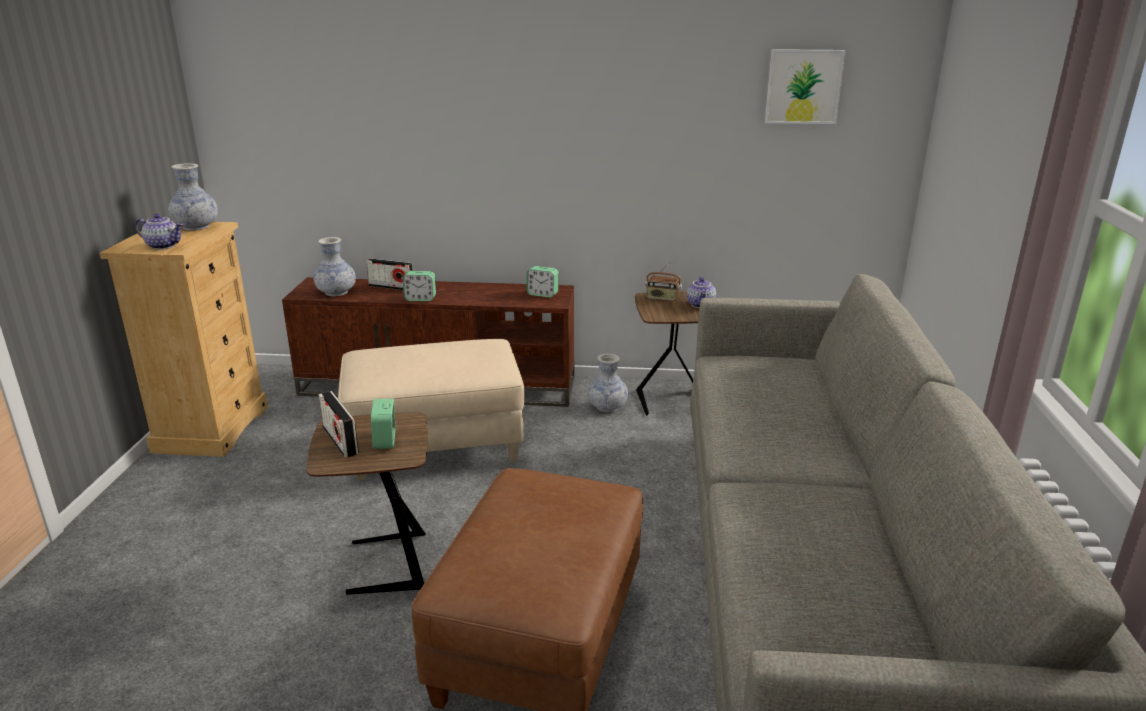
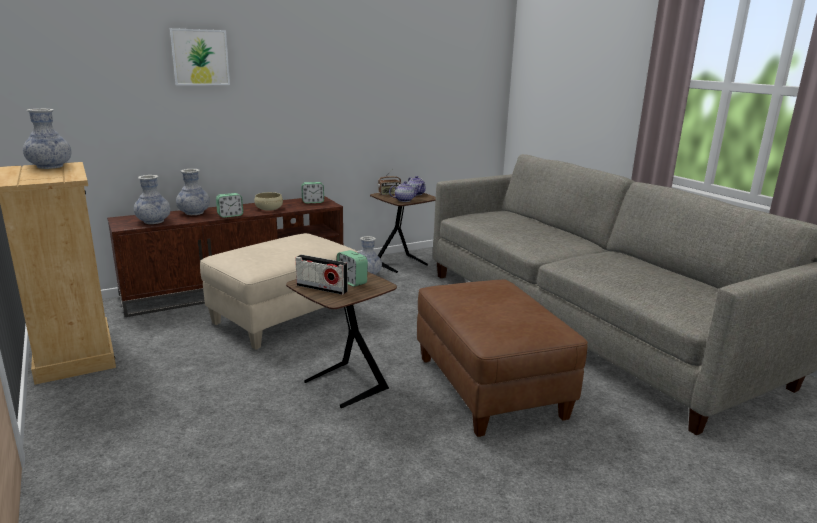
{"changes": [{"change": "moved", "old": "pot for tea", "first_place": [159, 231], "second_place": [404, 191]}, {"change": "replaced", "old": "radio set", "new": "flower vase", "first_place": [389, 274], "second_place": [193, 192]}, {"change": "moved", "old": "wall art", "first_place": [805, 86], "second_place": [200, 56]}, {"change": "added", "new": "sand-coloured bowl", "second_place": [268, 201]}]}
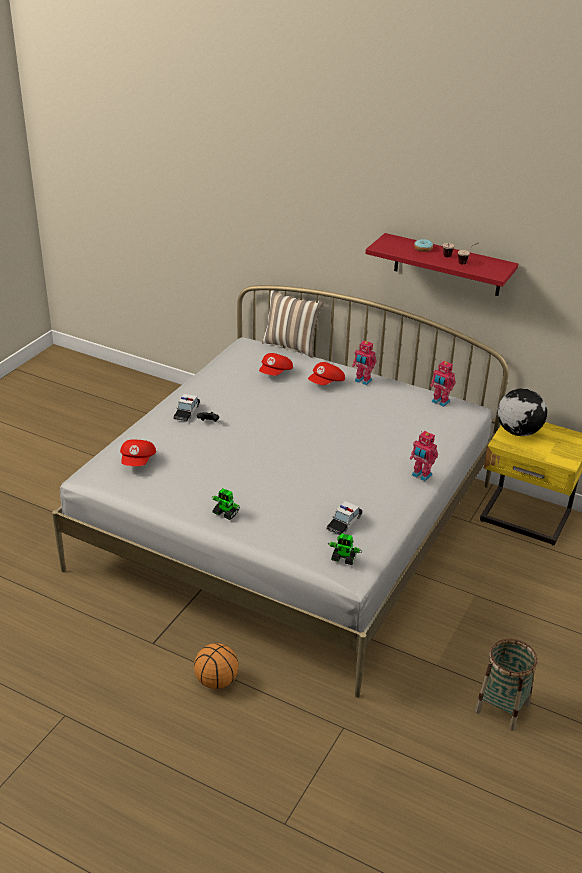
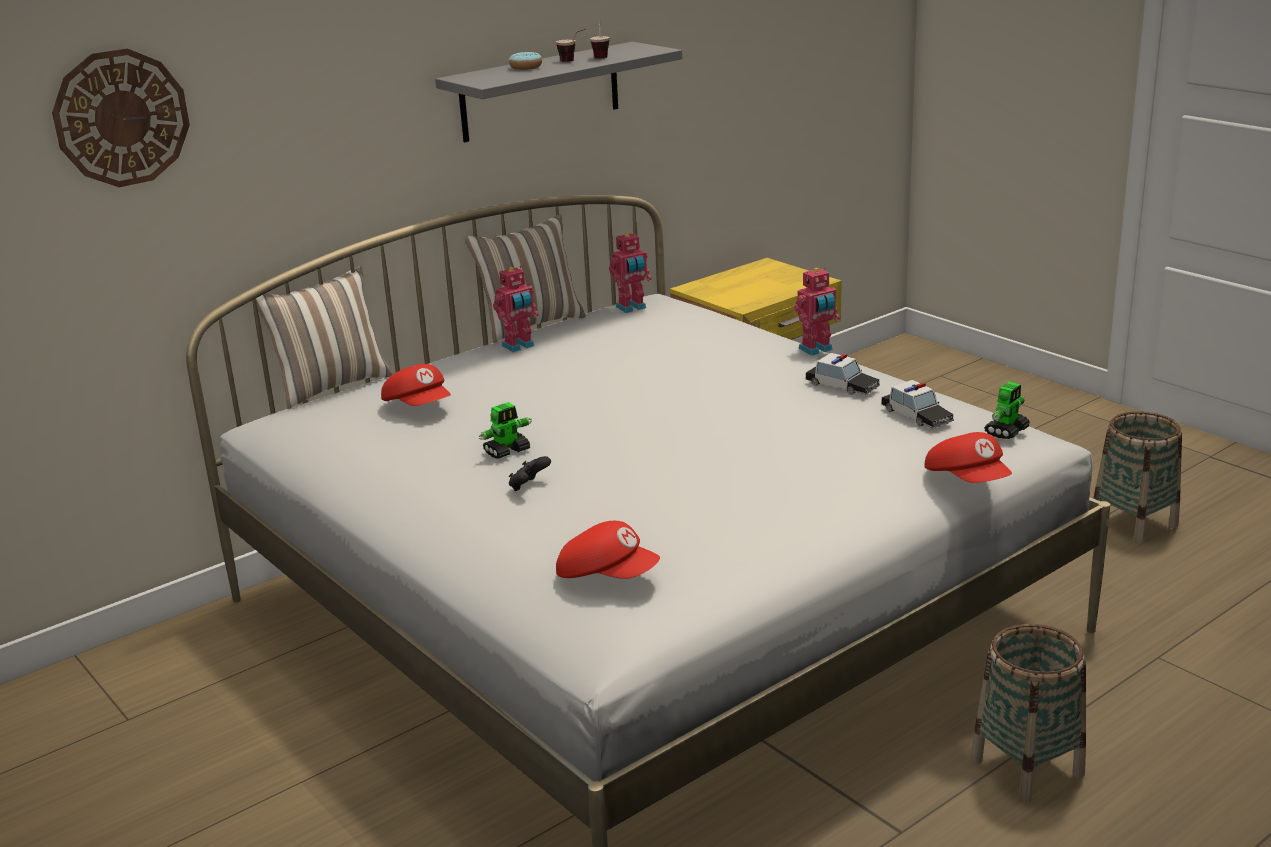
{"changes": [{"change": "moved", "old": "model car", "first_place": [186, 407], "second_place": [843, 374]}, {"change": "replaced", "old": "ball for basketball", "new": "household basket", "first_place": [216, 666], "second_place": [1028, 713]}, {"change": "moved", "old": "toy robot", "first_place": [226, 504], "second_place": [505, 430]}, {"change": "moved", "old": "red-coloured cap", "first_place": [326, 373], "second_place": [968, 457]}, {"change": "recoloured", "old": "red-coloured bracket shelf", "new": "gray bracket shelf", "first_place": [441, 264], "second_place": [558, 92]}, {"change": "removed", "old": "globe", "first_place": [522, 412]}, {"change": "added", "new": "hanging clock", "second_place": [121, 117]}, {"change": "added", "new": "pillow", "second_place": [524, 278]}]}
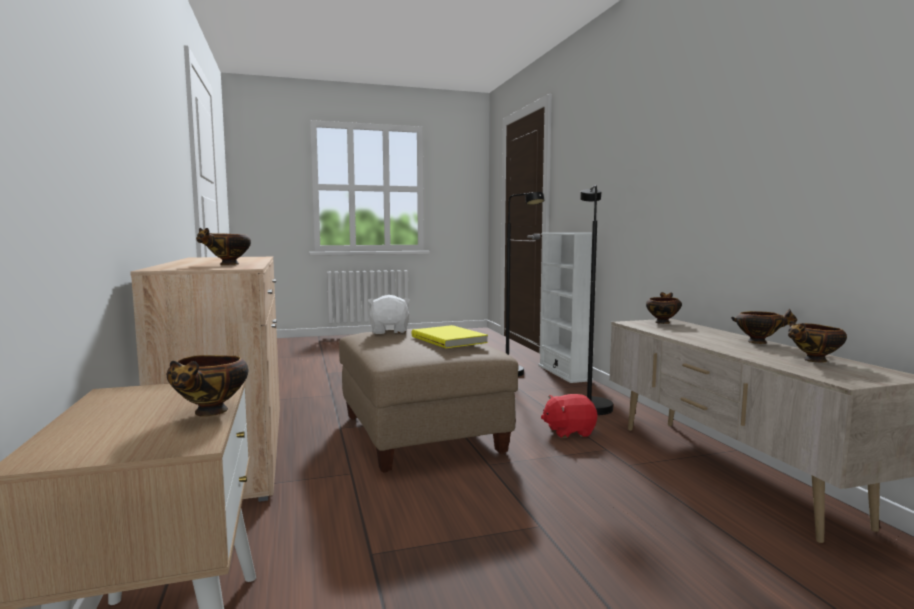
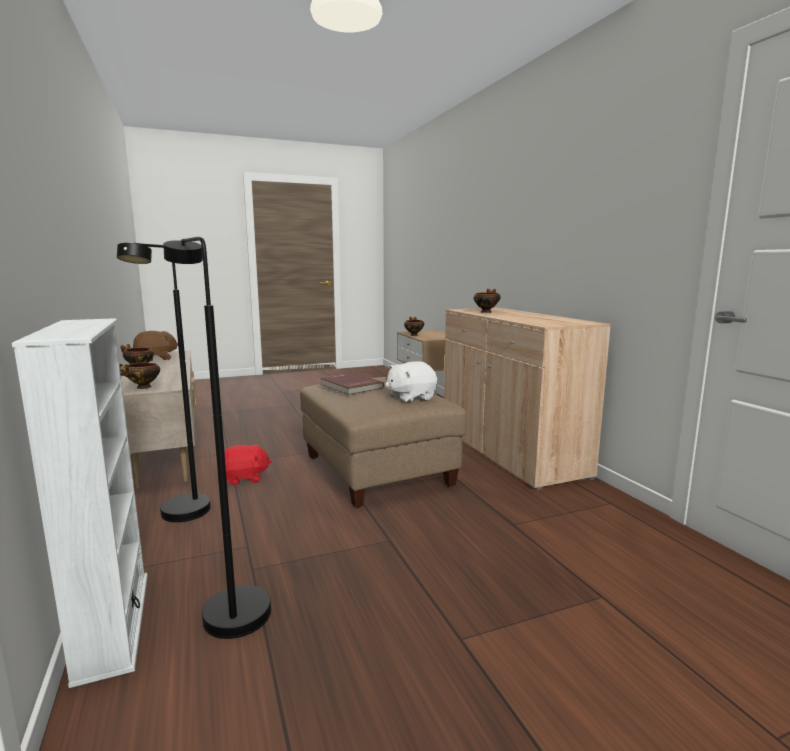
{"changes": [{"change": "turned", "old": "white cuddly toy", "first_place": [389, 314], "second_place": [411, 382], "degrees": 75}, {"change": "recoloured", "old": "yellow bound book", "new": "red-coloured bound book", "first_place": [449, 336], "second_place": [352, 384]}, {"change": "replaced", "old": "bowl", "new": "brown-coloured cuddly toy", "first_place": [817, 341], "second_place": [155, 346]}]}
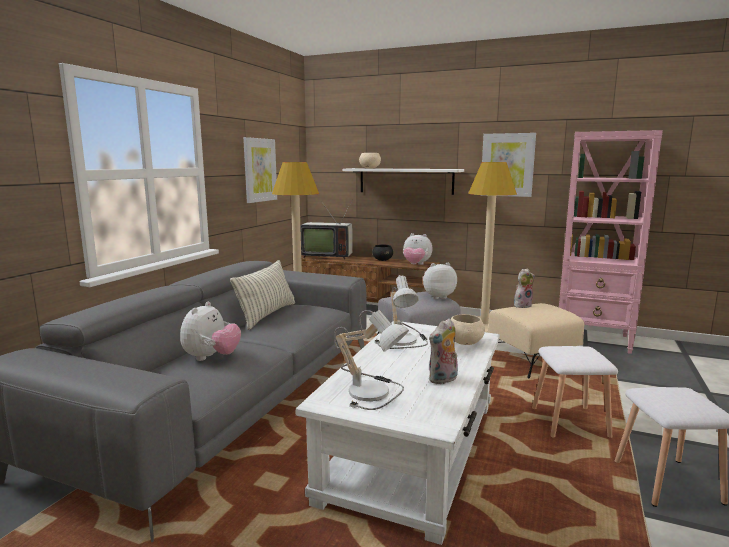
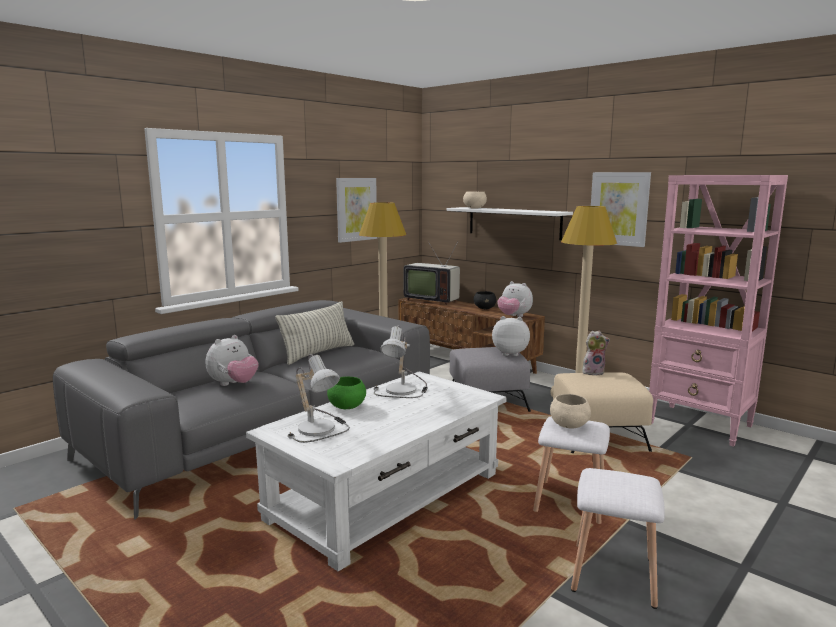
{"changes": [{"change": "removed", "old": "cuddly toy", "first_place": [443, 351]}, {"change": "moved", "old": "sand-coloured bowl", "first_place": [468, 329], "second_place": [570, 411]}, {"change": "added", "new": "green-coloured bowl", "second_place": [346, 393]}]}
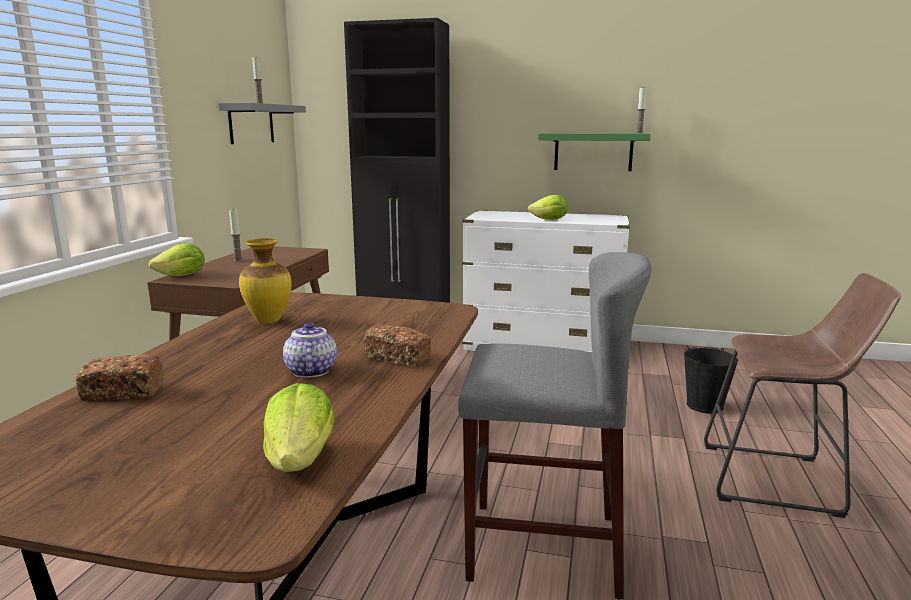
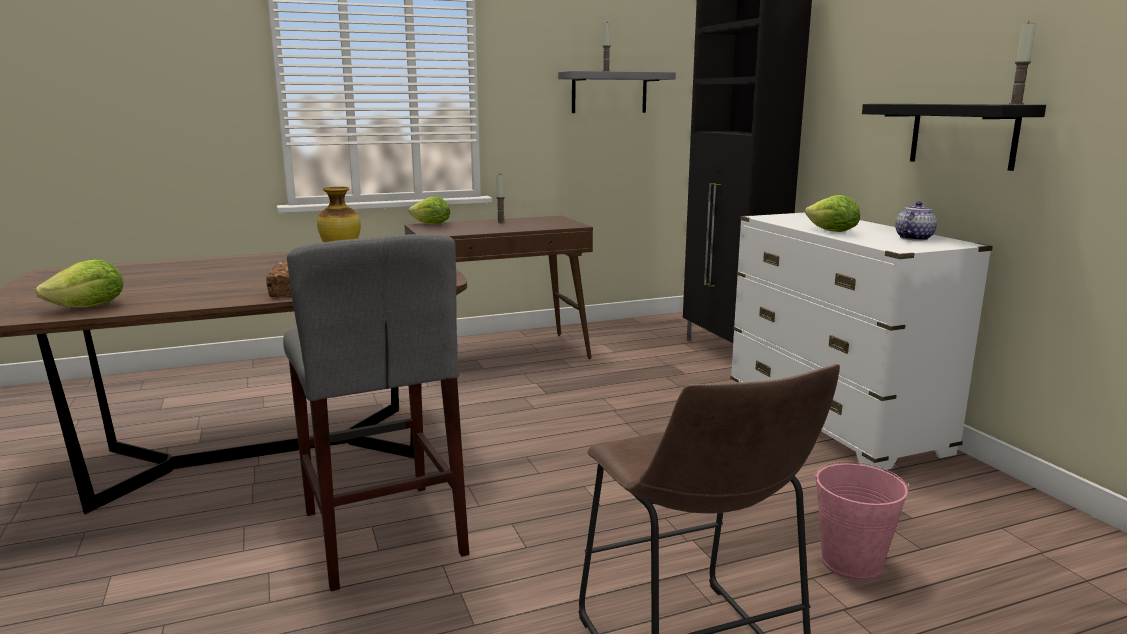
{"changes": [{"change": "removed", "old": "bakery bread", "first_place": [119, 377]}, {"change": "moved", "old": "pot for tea", "first_place": [310, 350], "second_place": [916, 221]}, {"change": "recoloured", "old": "green-coloured bracket shelf", "new": "black bracket shelf", "first_place": [595, 152], "second_place": [954, 137]}, {"change": "recoloured", "old": "black pail", "new": "pinkish pail", "first_place": [711, 380], "second_place": [862, 521]}]}
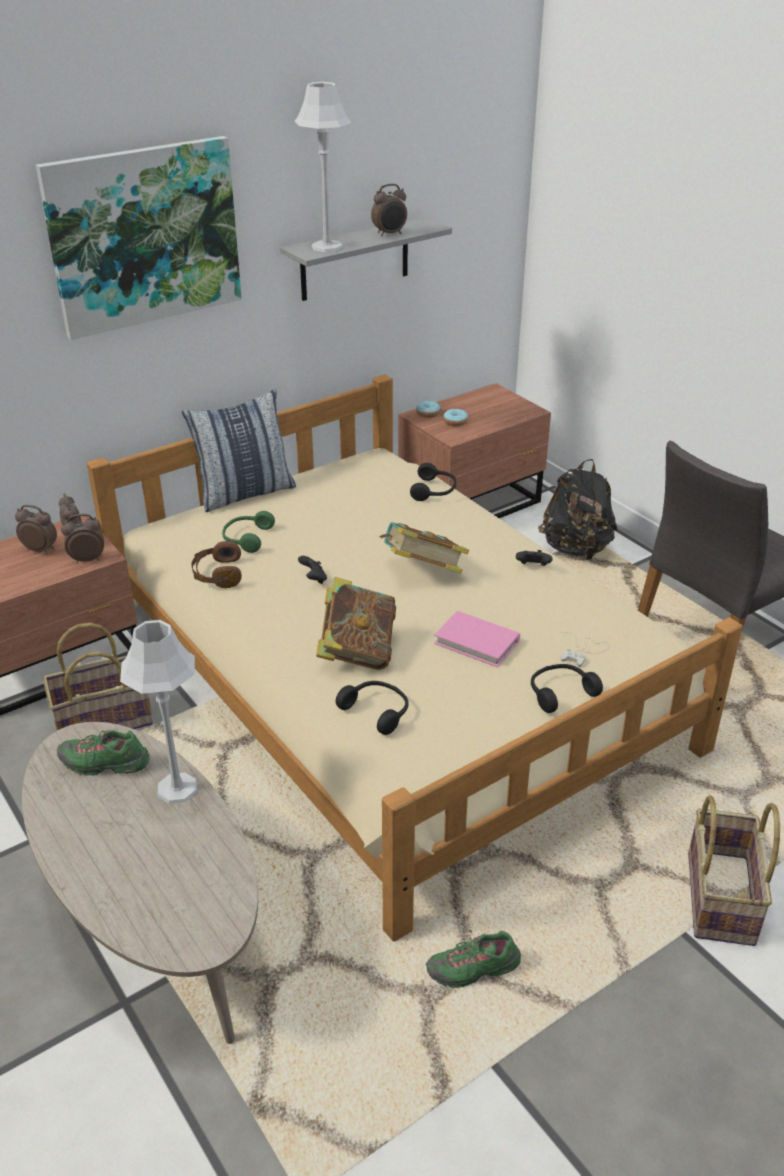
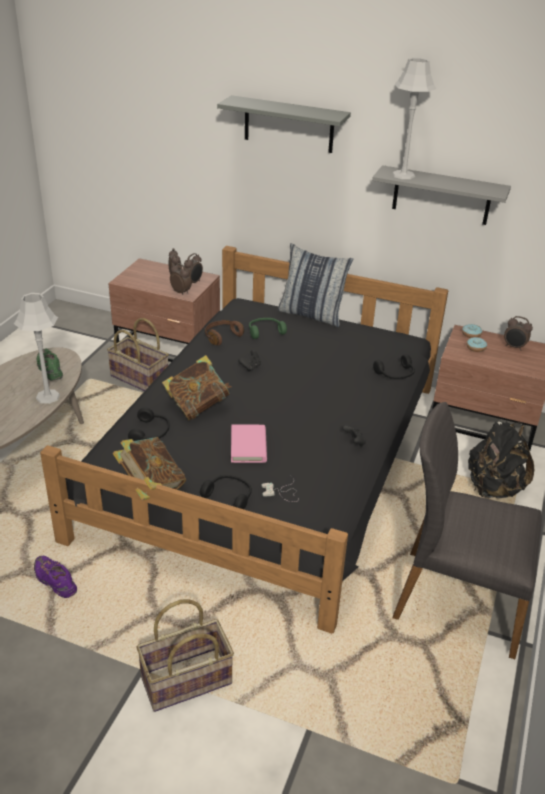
{"changes": [{"change": "replaced", "old": "wall art", "new": "gray bracket shelf", "first_place": [139, 238], "second_place": [284, 124]}, {"change": "recoloured", "old": "sand-coloured sleeping bed", "new": "black sleeping bed", "first_place": [415, 658], "second_place": [244, 440]}, {"change": "moved", "old": "alarm clock", "first_place": [389, 210], "second_place": [518, 333]}, {"change": "moved", "old": "bound book", "first_place": [424, 547], "second_place": [149, 469]}, {"change": "recoloured", "old": "green-coloured shoe", "new": "purple shoe", "first_place": [473, 959], "second_place": [55, 577]}]}
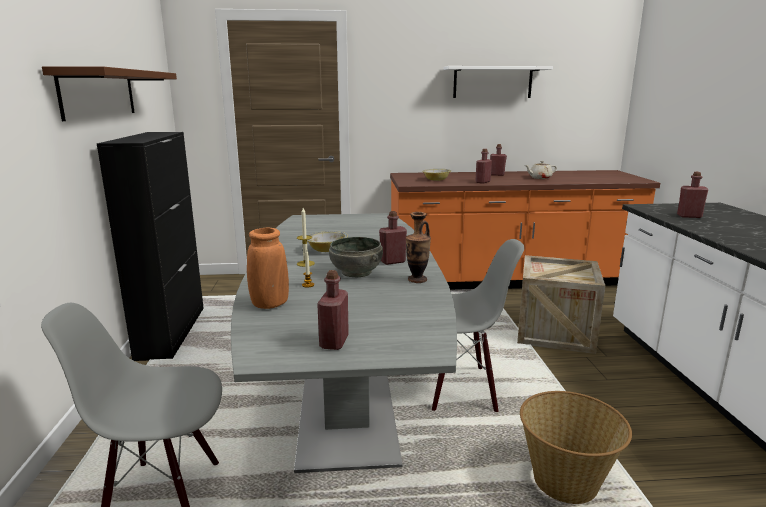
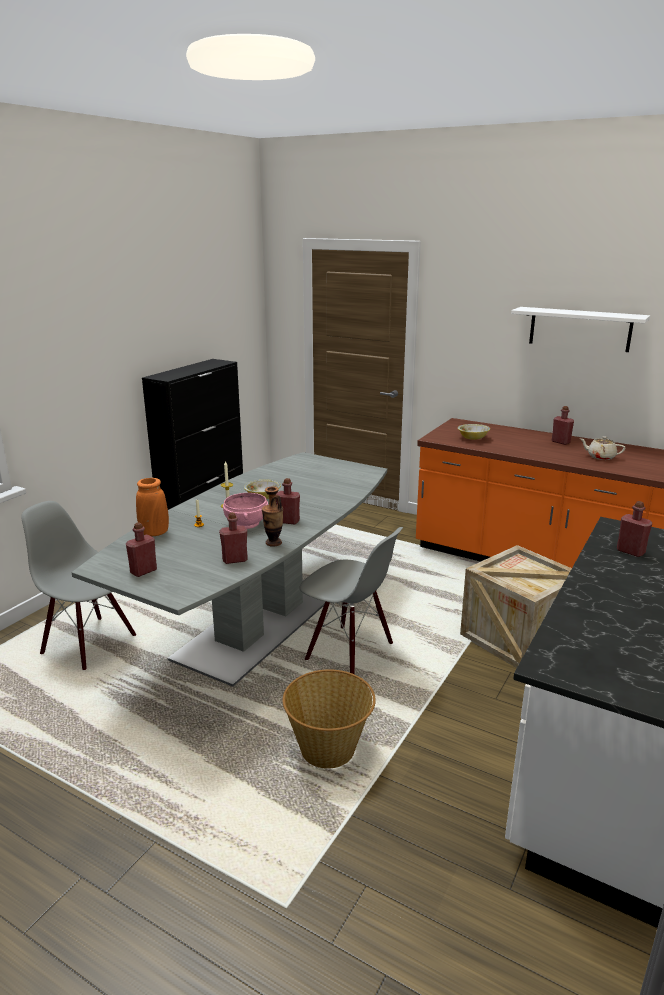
{"changes": [{"change": "removed", "old": "brown-coloured bracket shelf", "first_place": [109, 93]}, {"change": "recoloured", "old": "gray bowl", "new": "pinkish bowl", "first_place": [356, 257], "second_place": [245, 511]}, {"change": "moved", "old": "red-coloured drink bottle", "first_place": [483, 166], "second_place": [233, 538]}]}
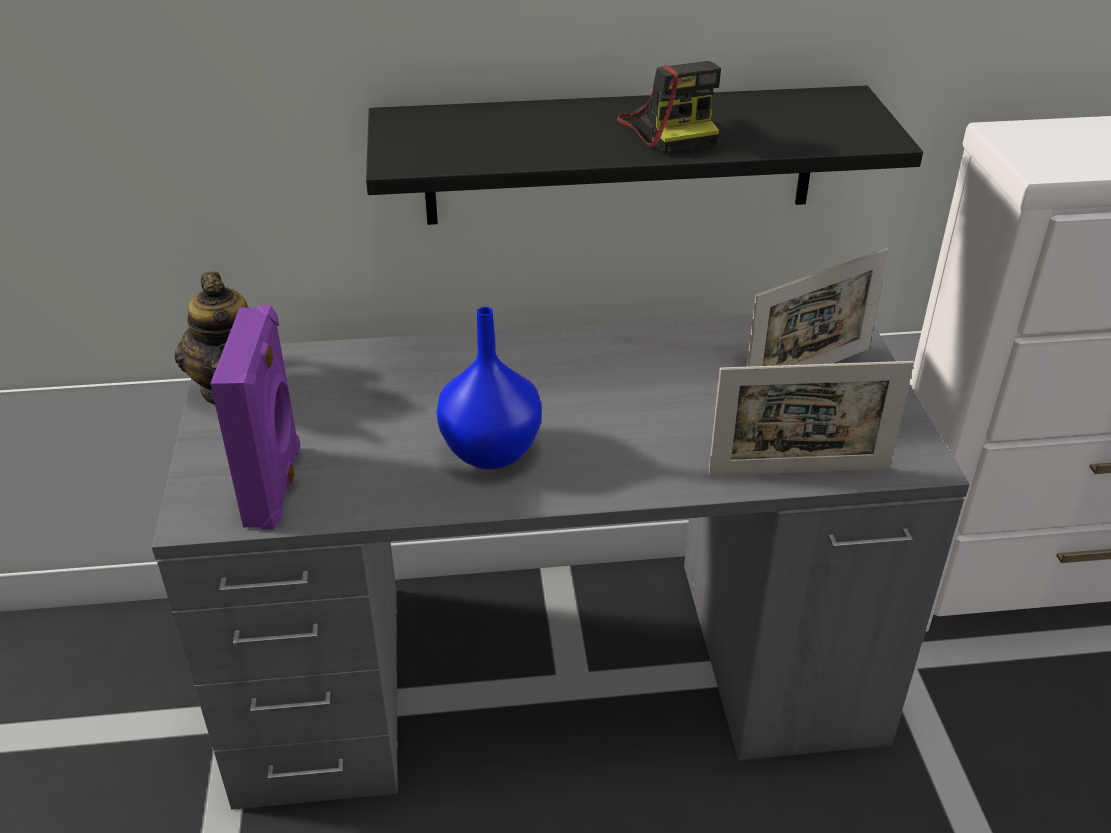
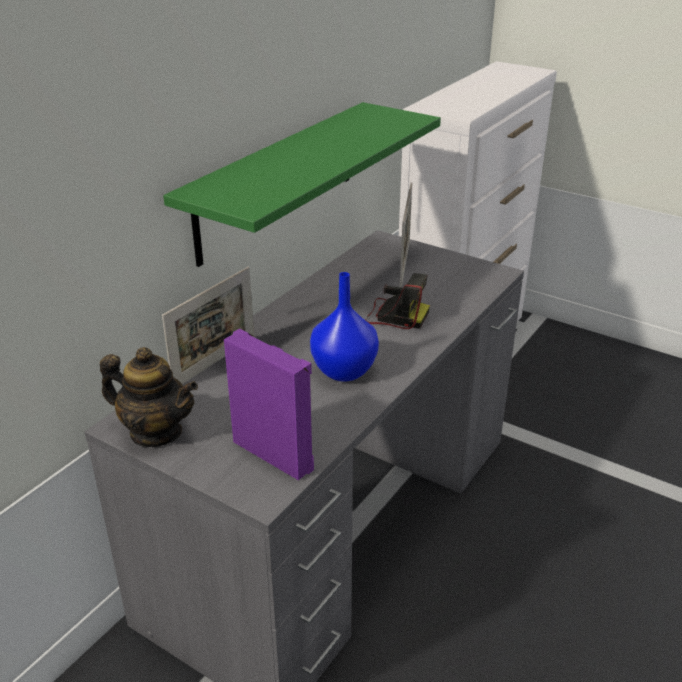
{"changes": [{"change": "recoloured", "old": "black bracket shelf", "new": "green-coloured bracket shelf", "first_place": [644, 155], "second_place": [302, 184]}, {"change": "moved", "old": "photo camera", "first_place": [669, 107], "second_place": [397, 301]}, {"change": "moved", "old": "picture frame", "first_place": [811, 418], "second_place": [208, 325]}]}
